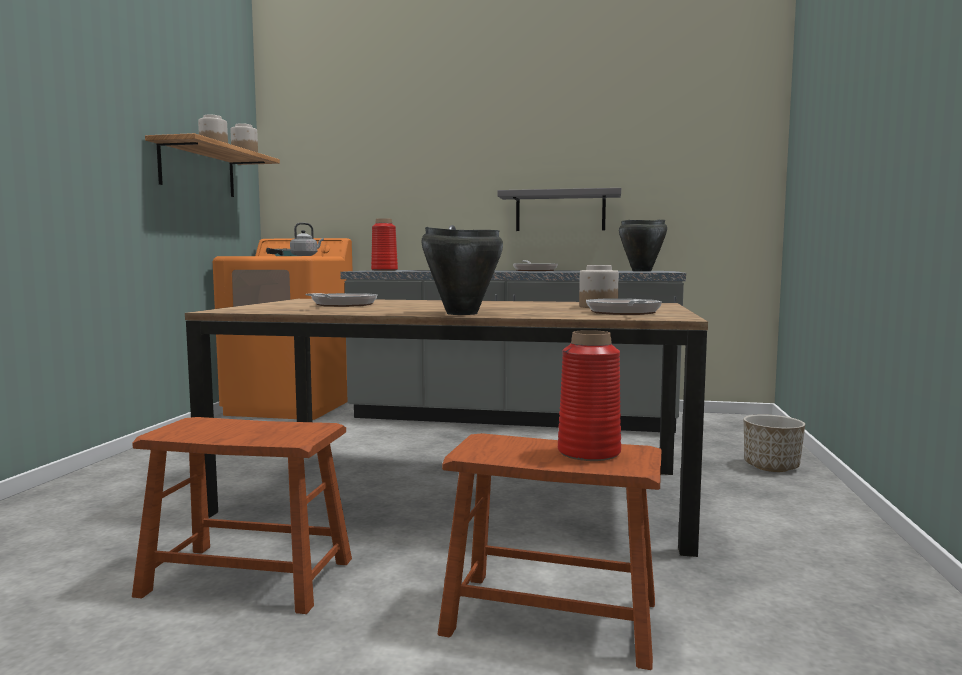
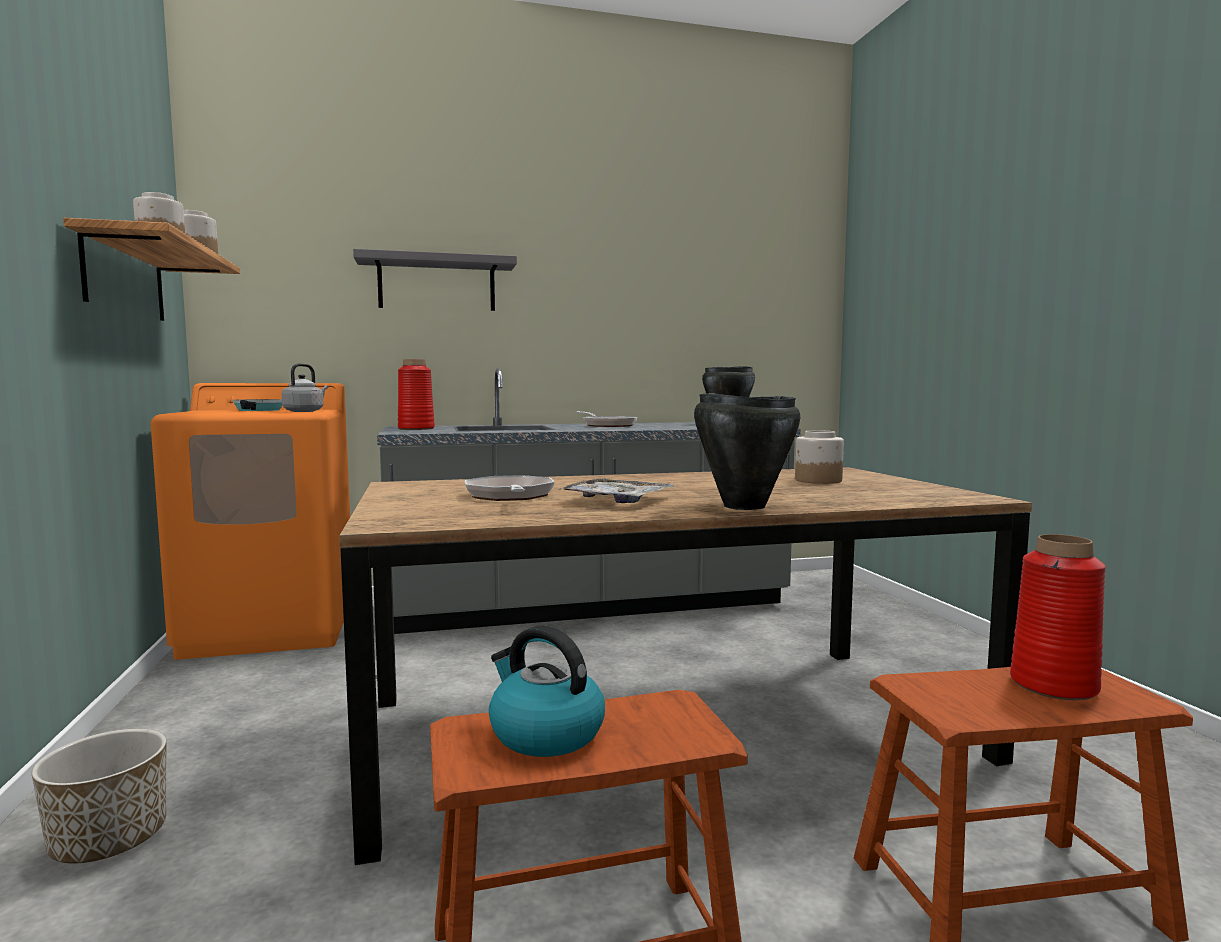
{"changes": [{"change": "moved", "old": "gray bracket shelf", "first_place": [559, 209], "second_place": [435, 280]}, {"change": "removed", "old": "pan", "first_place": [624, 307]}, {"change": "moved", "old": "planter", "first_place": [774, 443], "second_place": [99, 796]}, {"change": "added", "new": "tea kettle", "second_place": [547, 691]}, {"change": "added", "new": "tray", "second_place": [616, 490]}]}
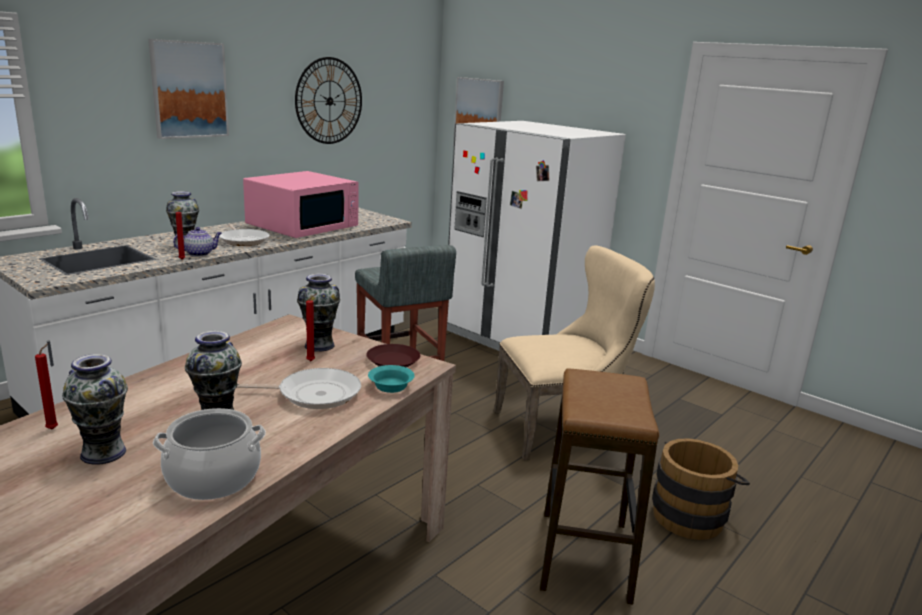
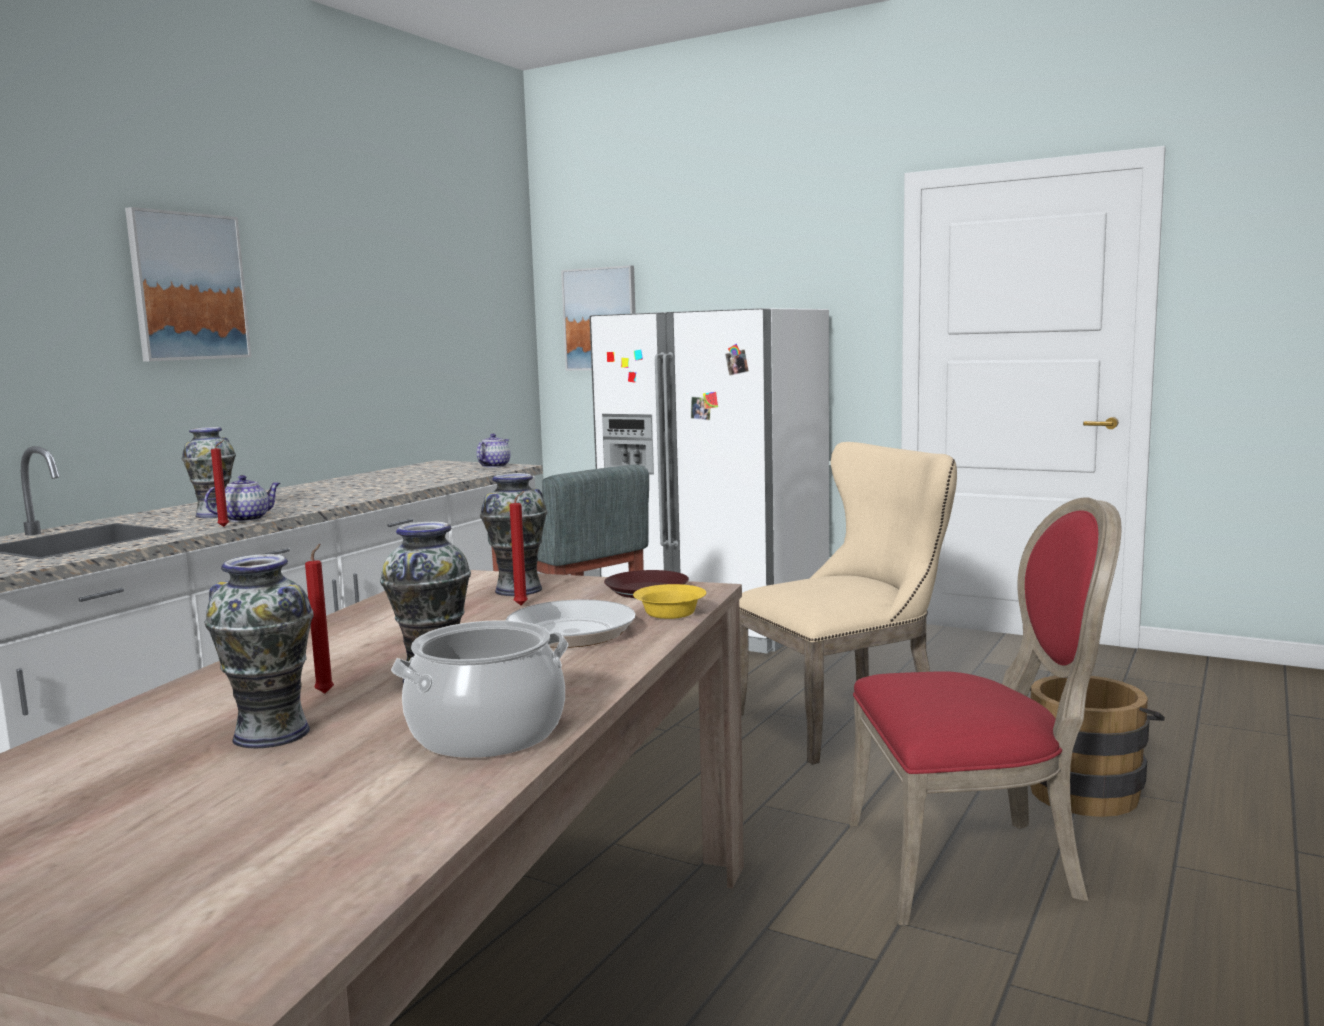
{"changes": [{"change": "moved", "old": "red-coloured wax candle", "first_place": [46, 386], "second_place": [319, 618]}, {"change": "removed", "old": "pan", "first_place": [244, 235]}, {"change": "removed", "old": "pinkish microwave oven", "first_place": [301, 204]}, {"change": "removed", "old": "hanging clock", "first_place": [328, 100]}, {"change": "recoloured", "old": "blue-green bowl", "new": "yellow bowl", "first_place": [391, 379], "second_place": [669, 601]}, {"change": "replaced", "old": "stool seat", "new": "red-coloured plain chair", "first_place": [599, 486], "second_place": [984, 711]}, {"change": "added", "new": "pot for tea", "second_place": [494, 451]}]}
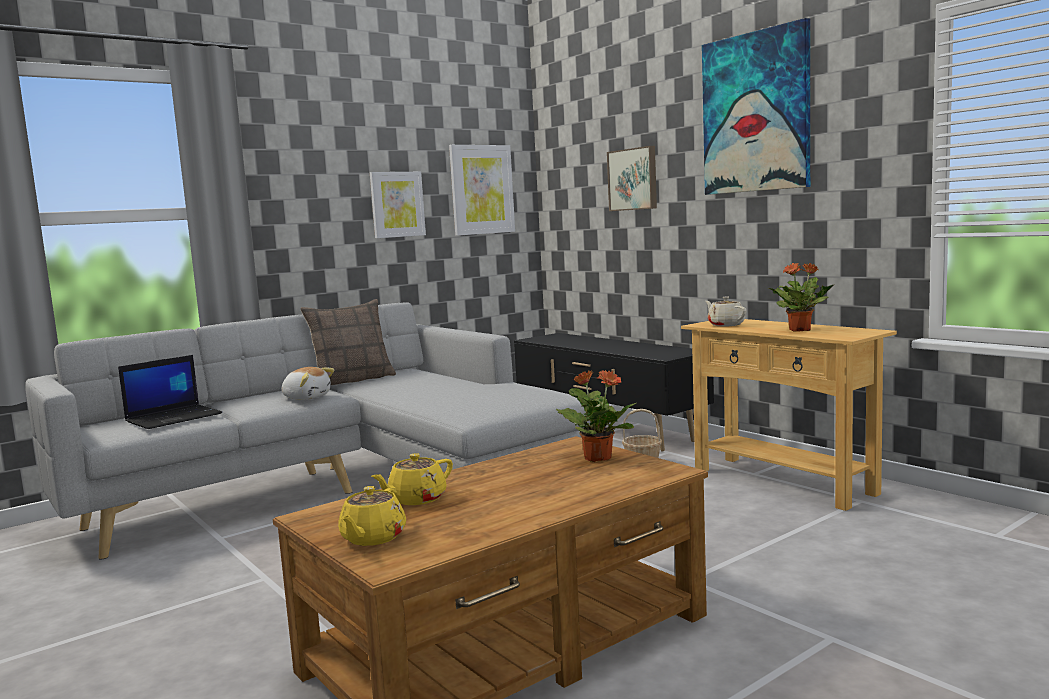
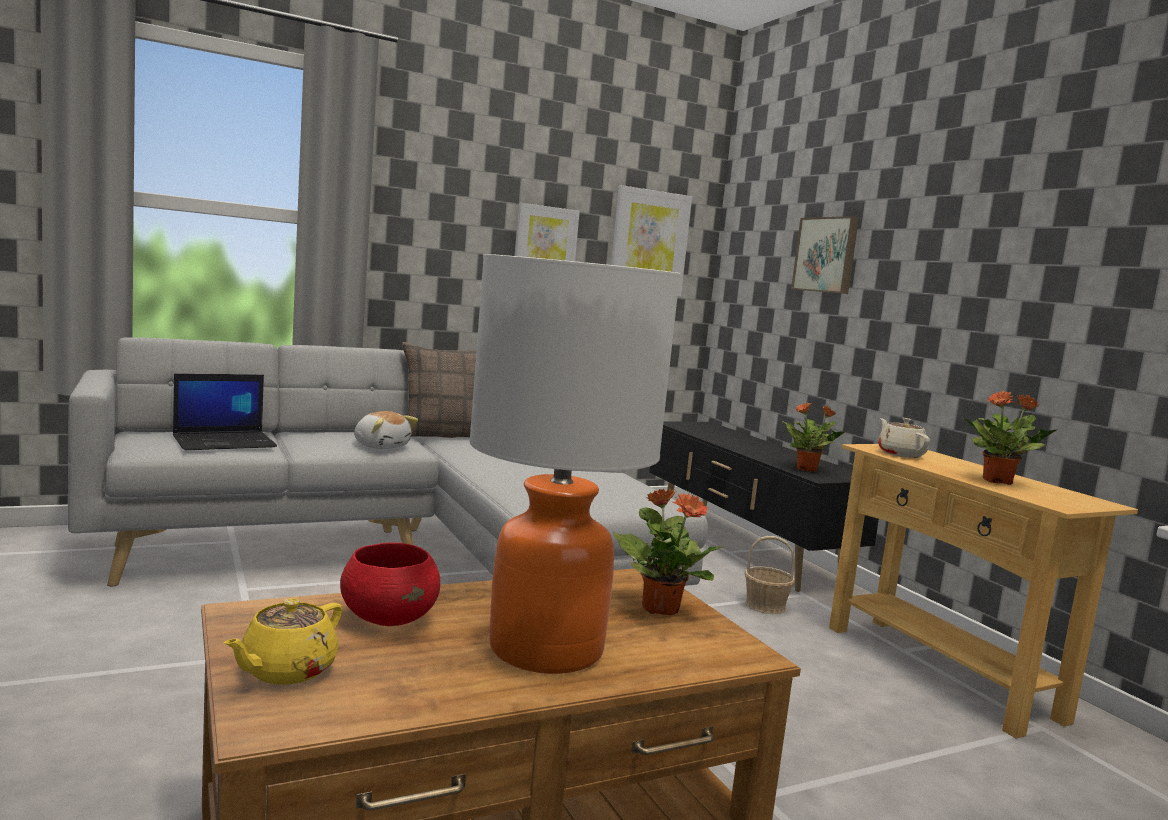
{"changes": [{"change": "replaced", "old": "yellow pot for tea", "new": "red-coloured bowl", "first_place": [412, 479], "second_place": [390, 584]}, {"change": "removed", "old": "wall art", "first_place": [756, 106]}, {"change": "added", "new": "tabletop lamp", "second_place": [574, 464]}, {"change": "added", "new": "potted plant", "second_place": [813, 437]}]}
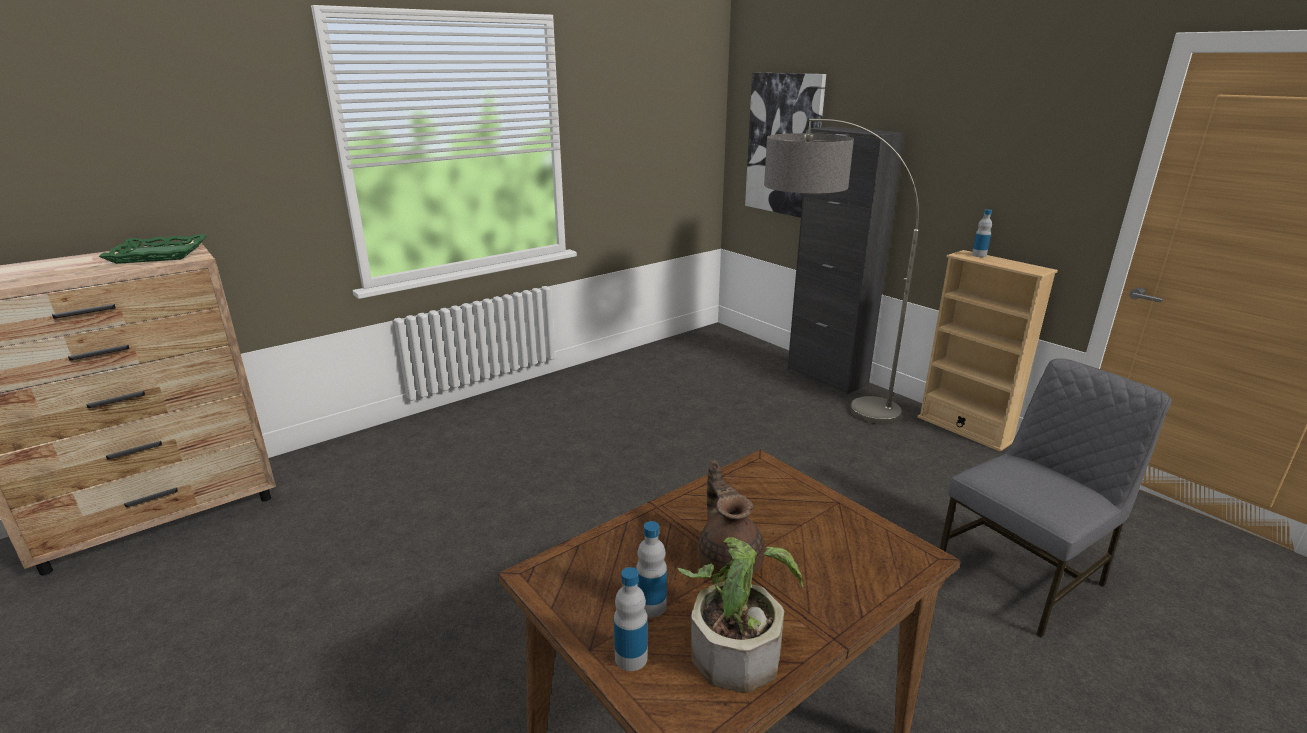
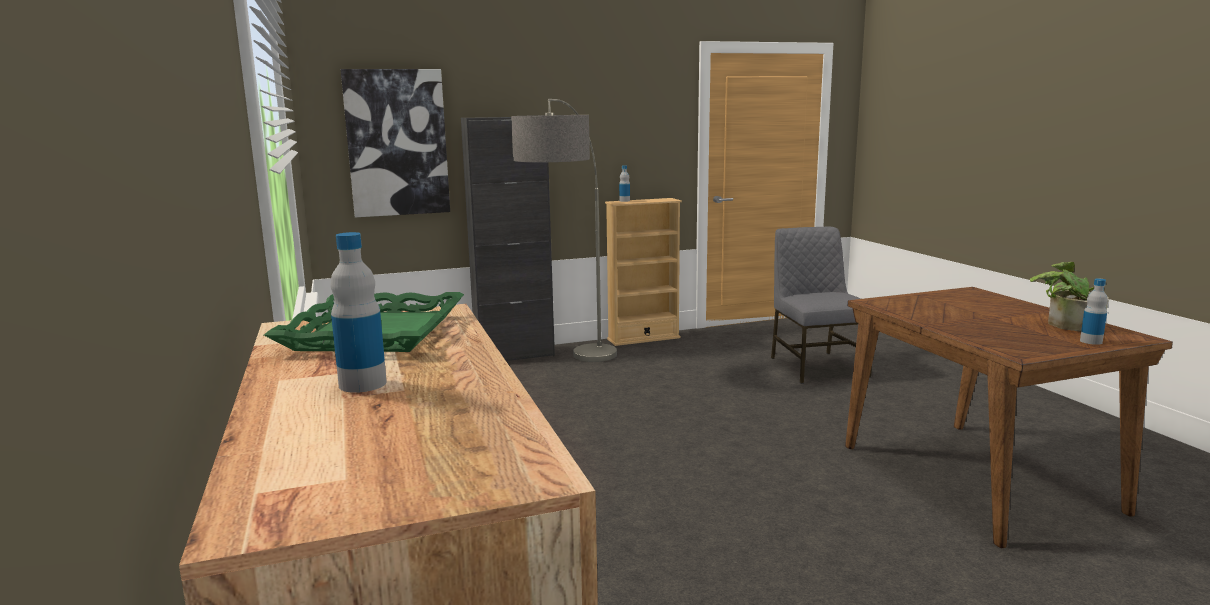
{"changes": [{"change": "moved", "old": "drink bottle", "first_place": [651, 569], "second_place": [358, 312]}, {"change": "removed", "old": "brown-coloured pot for tea", "first_place": [731, 520]}]}
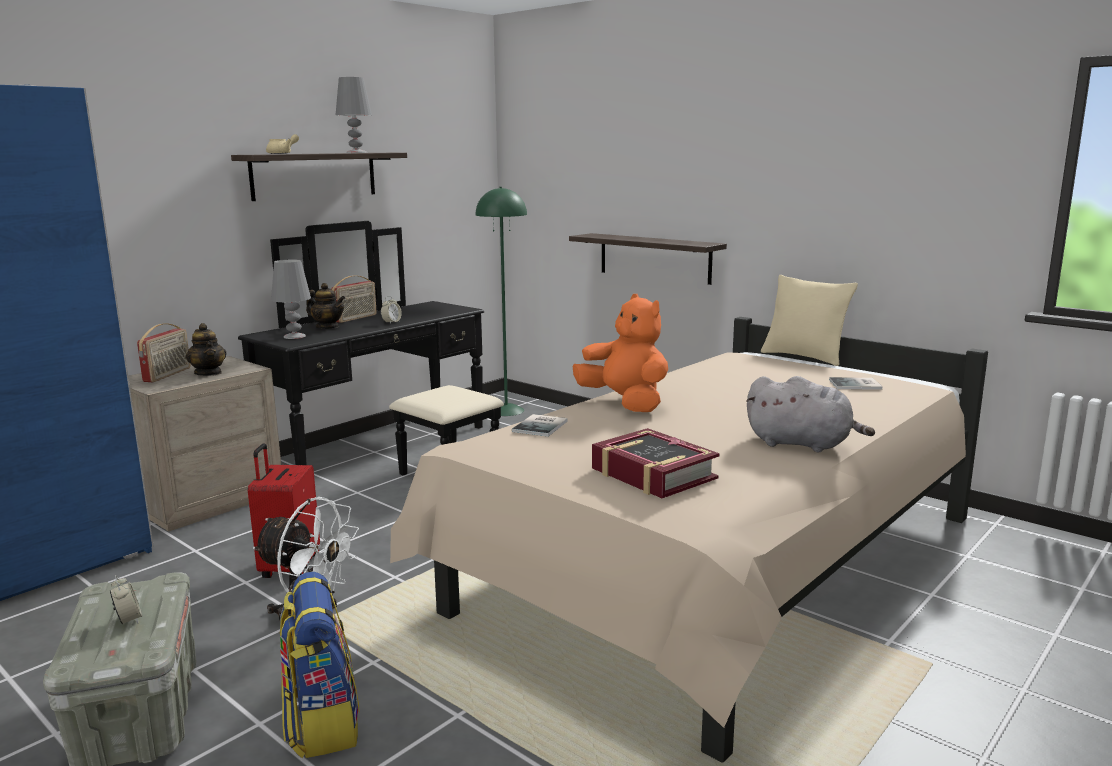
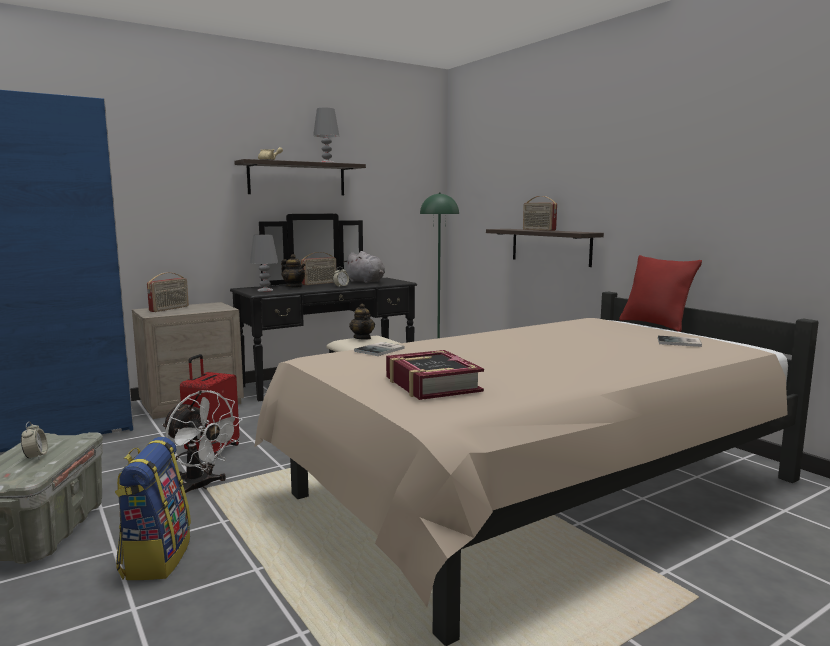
{"changes": [{"change": "moved", "old": "pot for tea", "first_place": [206, 349], "second_place": [362, 321]}, {"change": "removed", "old": "orange cuddly toy", "first_place": [620, 353]}, {"change": "moved", "old": "gray cuddly toy", "first_place": [810, 414], "second_place": [364, 267]}, {"change": "recoloured", "old": "sand-coloured pillow", "new": "red-coloured pillow", "first_place": [809, 320], "second_place": [660, 293]}, {"change": "added", "new": "radio set", "second_place": [540, 213]}]}
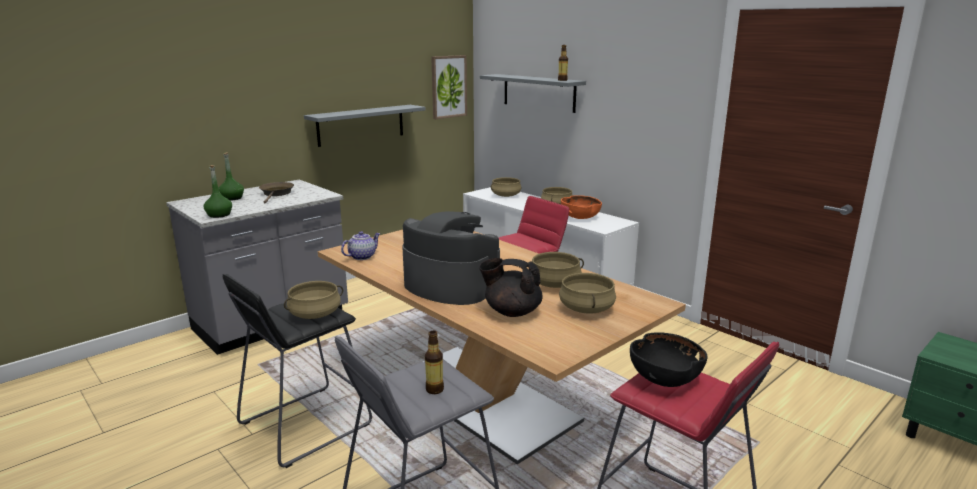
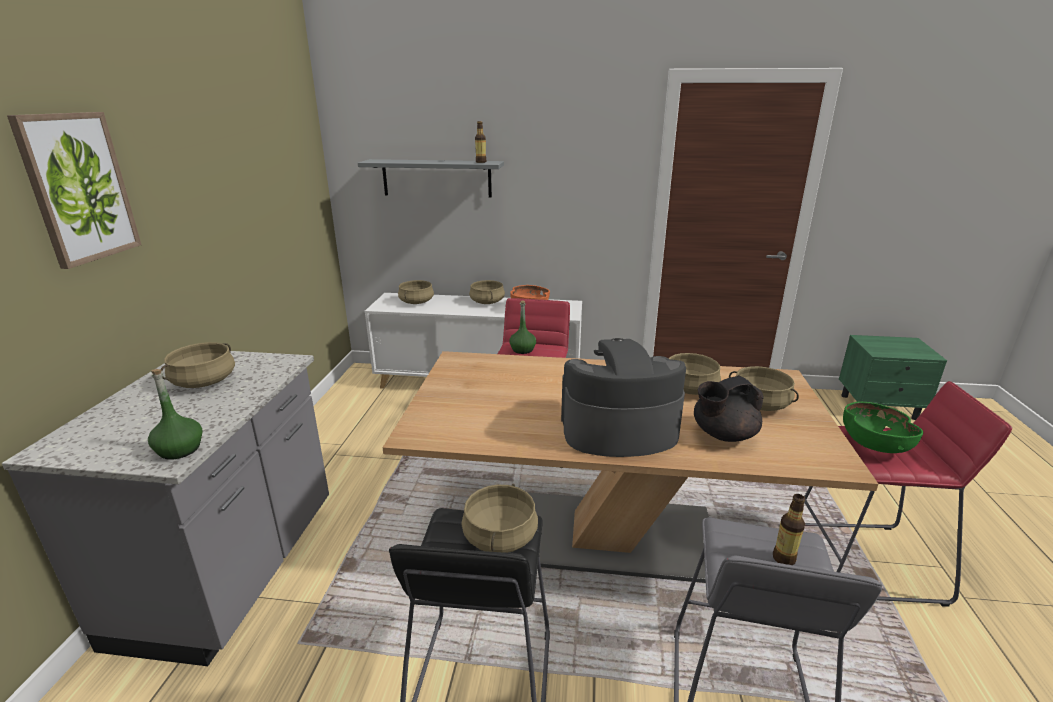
{"changes": [{"change": "moved", "old": "green-coloured drink bottle", "first_place": [231, 176], "second_place": [522, 327]}, {"change": "replaced", "old": "brown-coloured pan", "new": "sand-coloured stockpot", "first_place": [276, 192], "second_place": [197, 365]}, {"change": "removed", "old": "gray bracket shelf", "first_place": [365, 126]}, {"change": "removed", "old": "pot for tea", "first_place": [361, 245]}, {"change": "moved", "old": "wall art", "first_place": [449, 87], "second_place": [74, 190]}, {"change": "recoloured", "old": "black bowl", "new": "green-coloured bowl", "first_place": [669, 359], "second_place": [883, 427]}]}
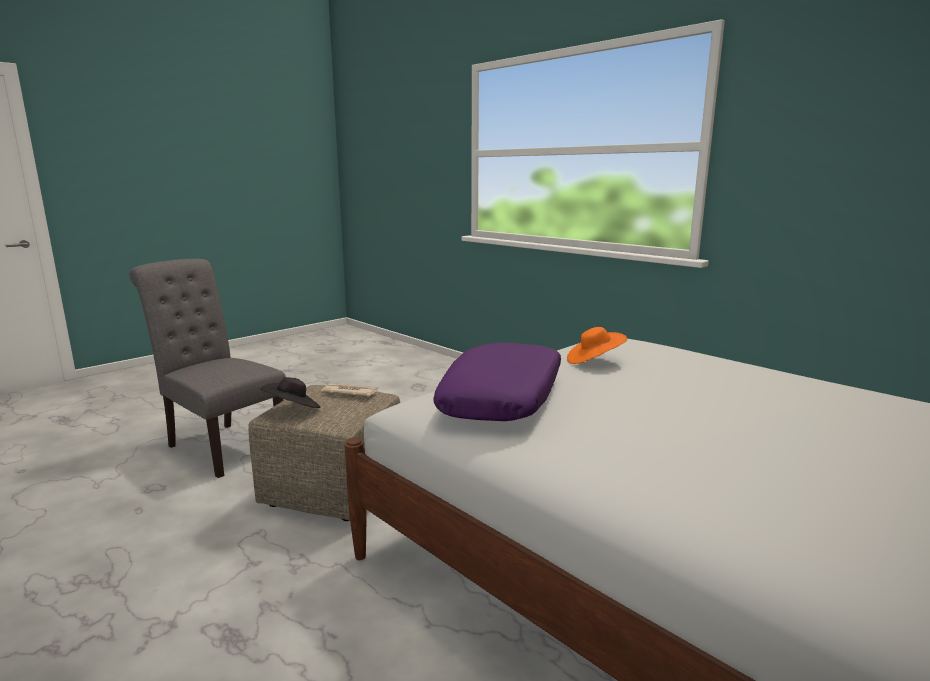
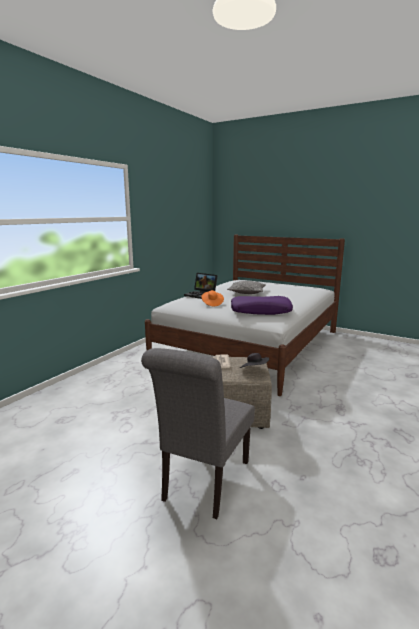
{"changes": [{"change": "added", "new": "laptop", "second_place": [201, 286]}, {"change": "added", "new": "pillow", "second_place": [246, 287]}]}
